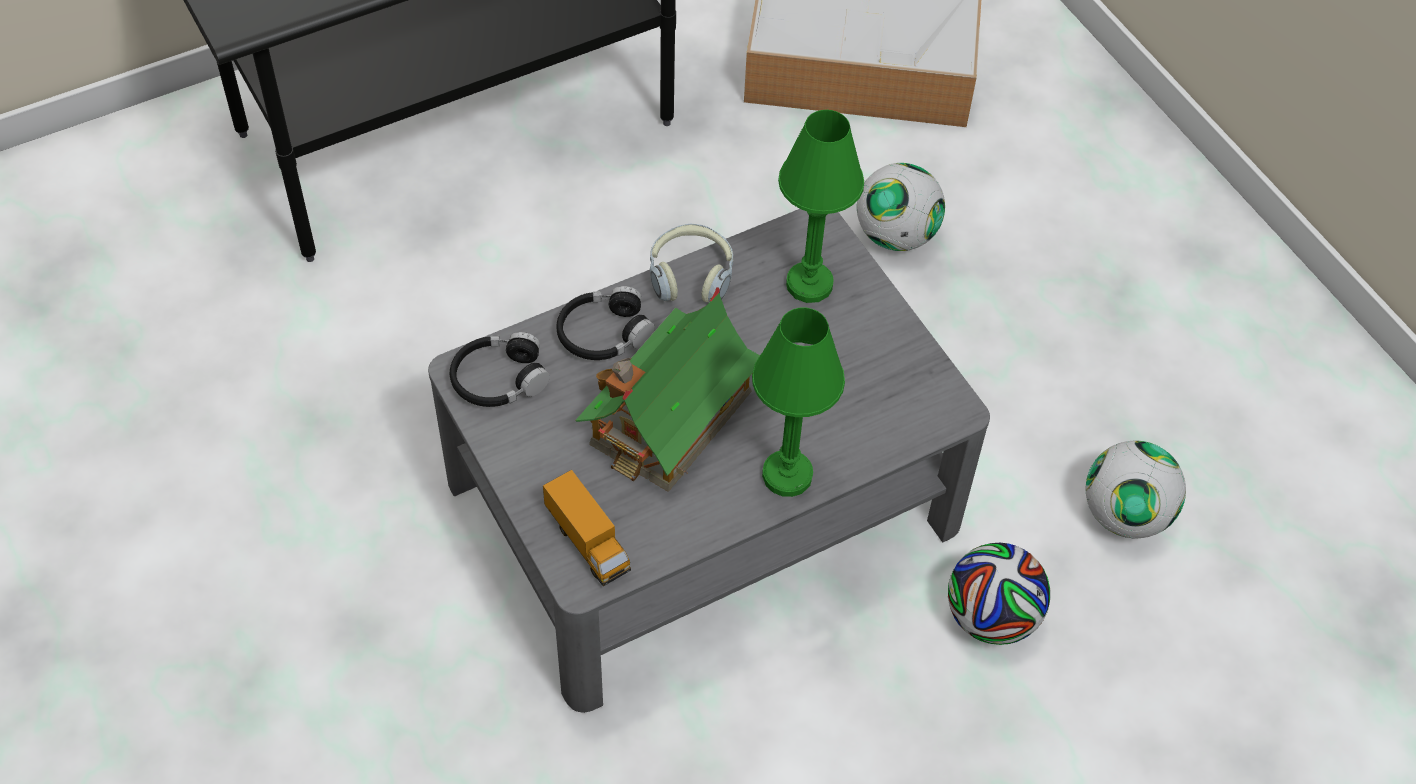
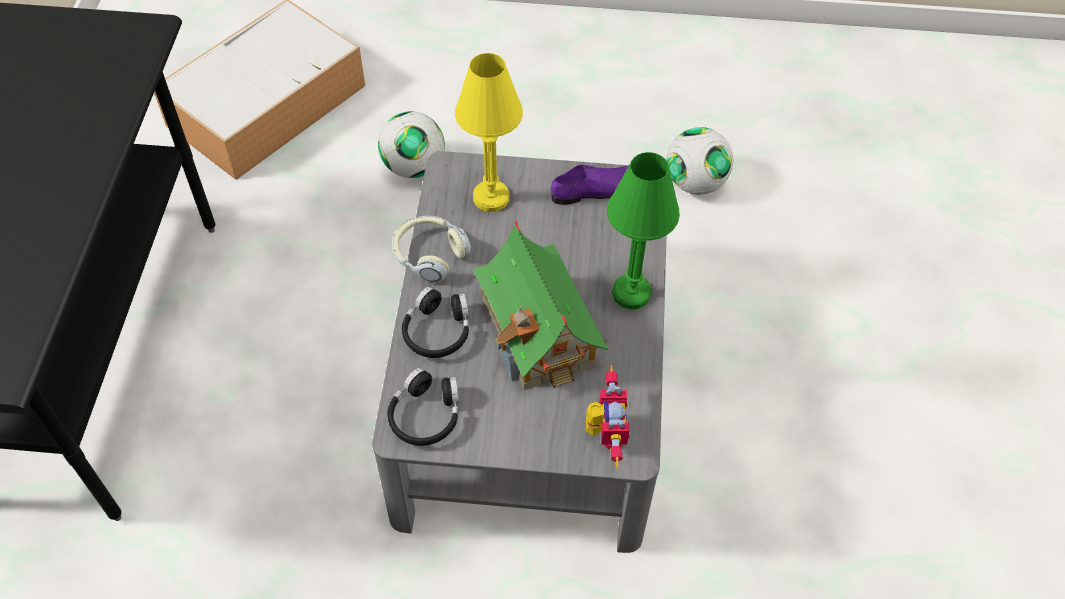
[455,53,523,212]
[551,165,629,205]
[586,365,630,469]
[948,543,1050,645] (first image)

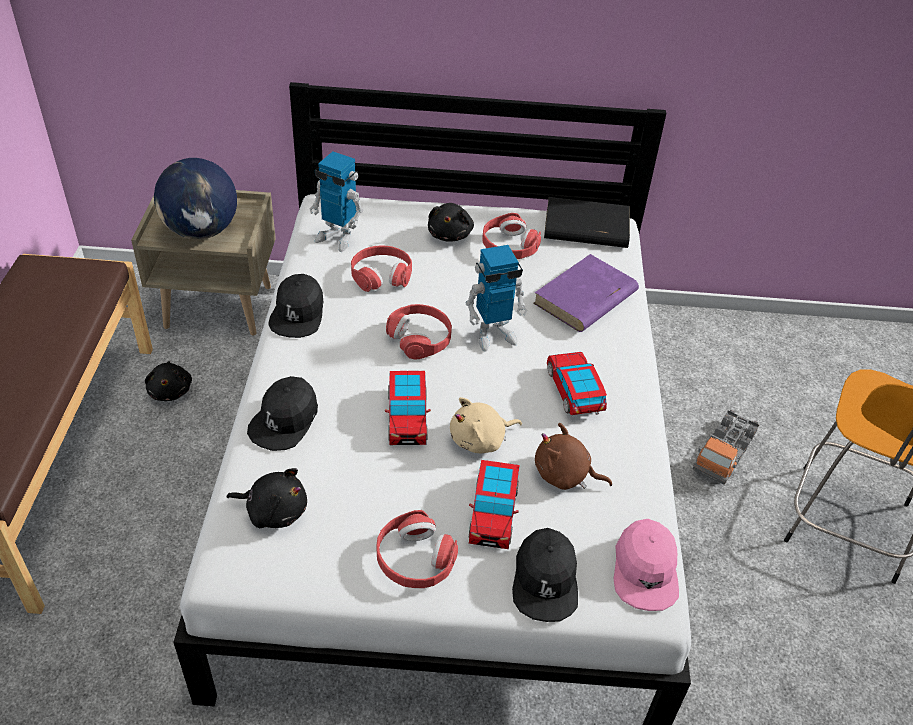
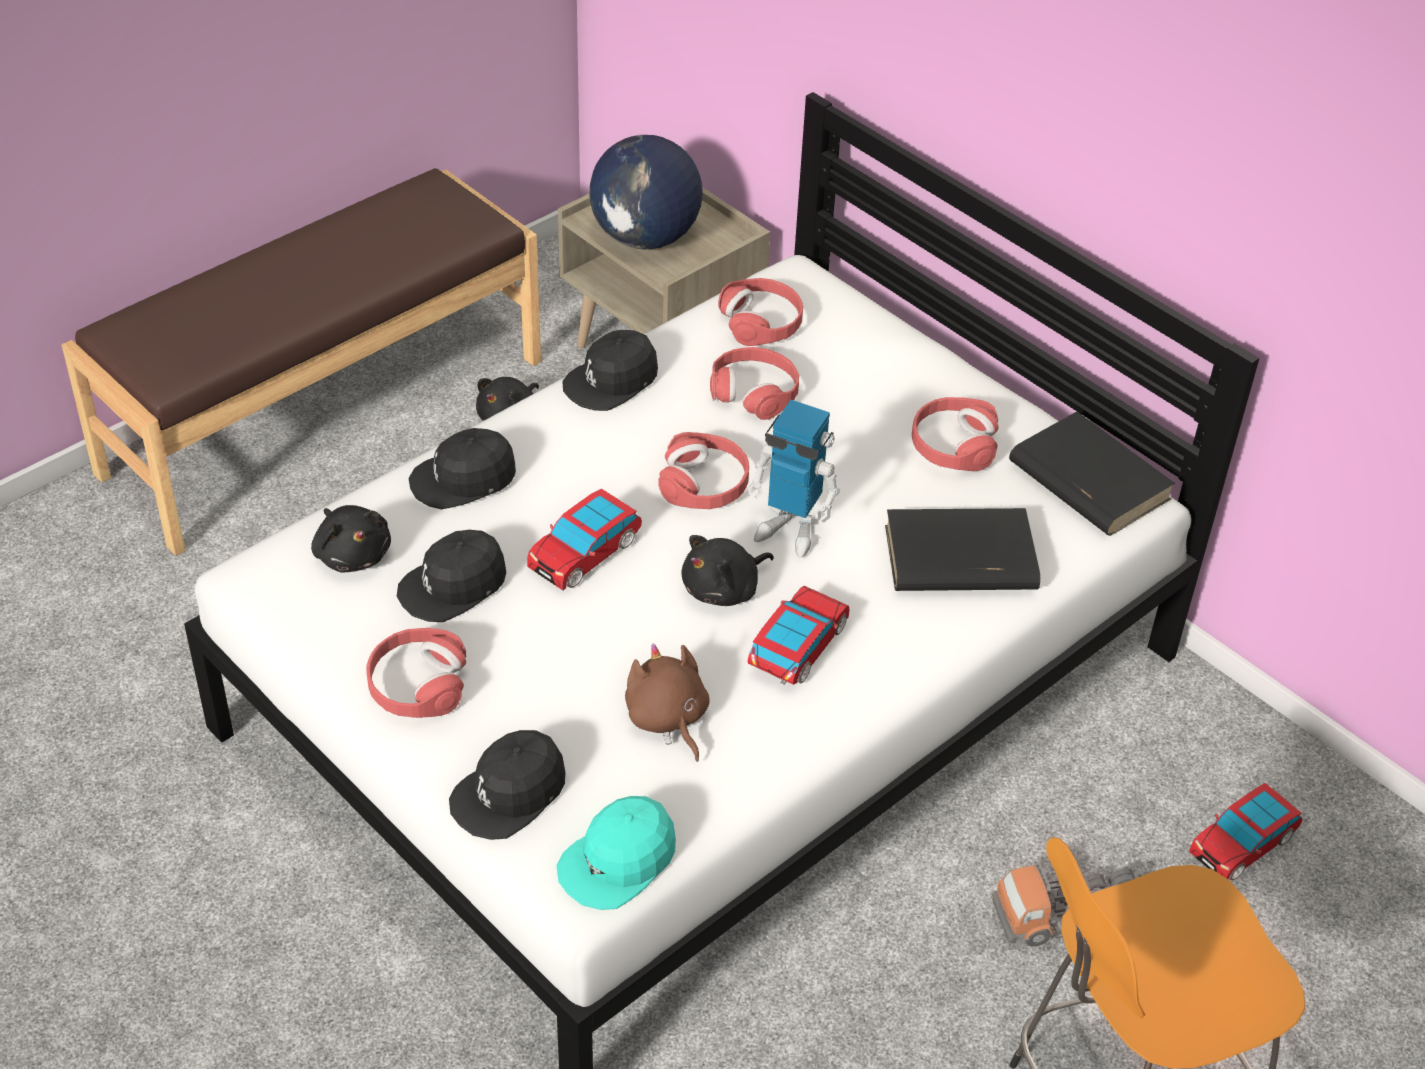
[397,530,506,622]
[557,796,676,910]
[681,535,774,606]
[718,278,803,346]
[885,508,1040,591]
[1189,783,1303,880]
[450,397,522,453] (first image)

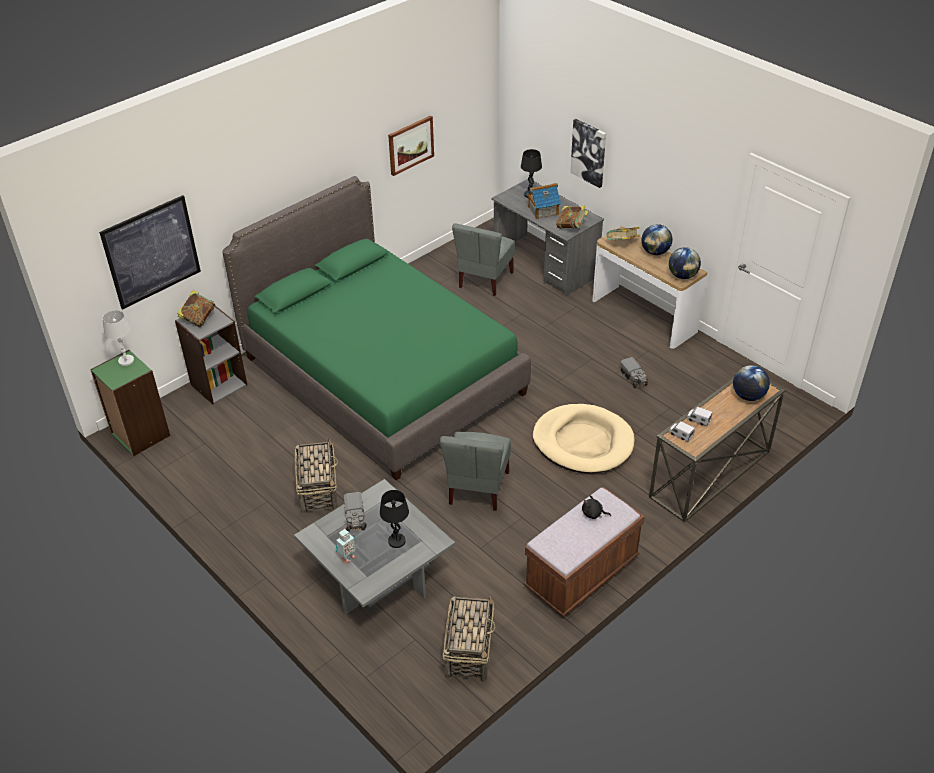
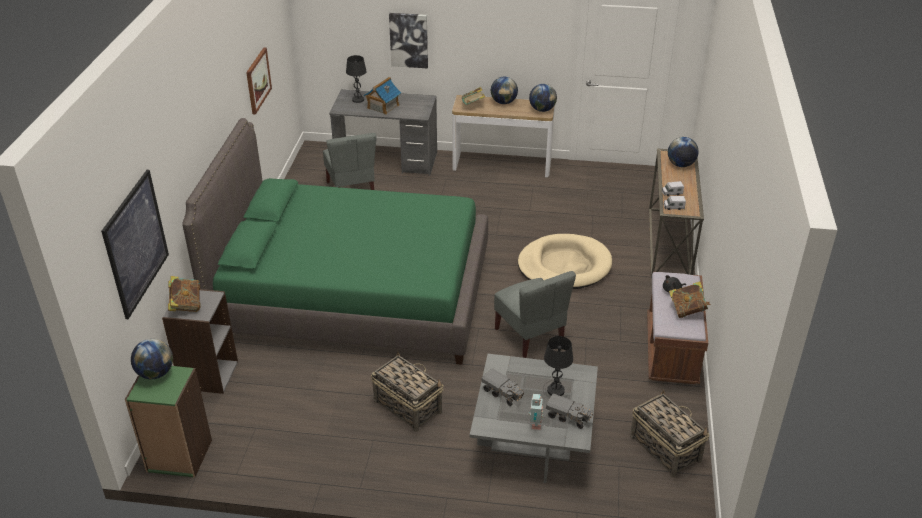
[131,339,173,379]
[546,393,594,429]
[669,281,711,318]

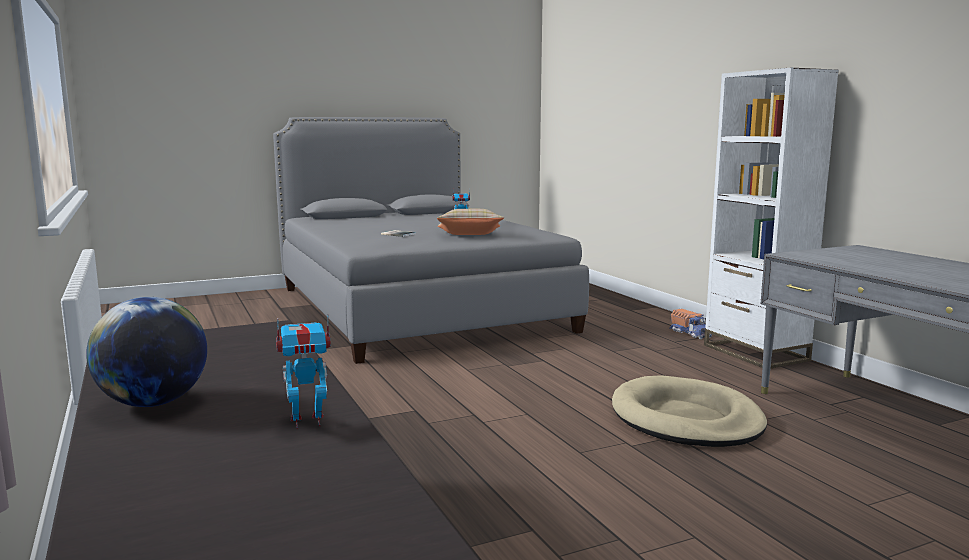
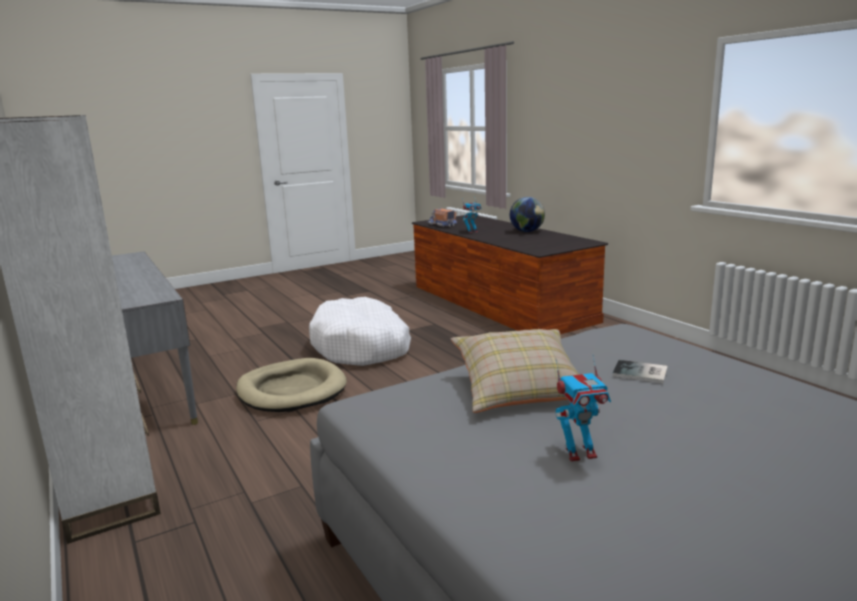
[309,297,411,366]
[428,208,457,227]

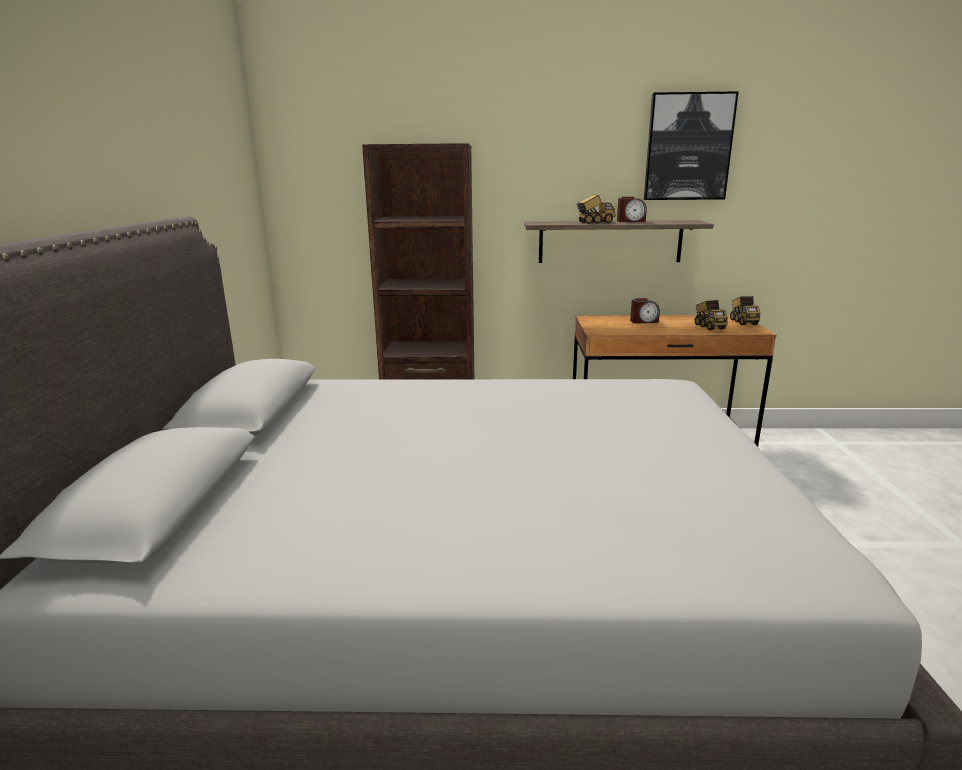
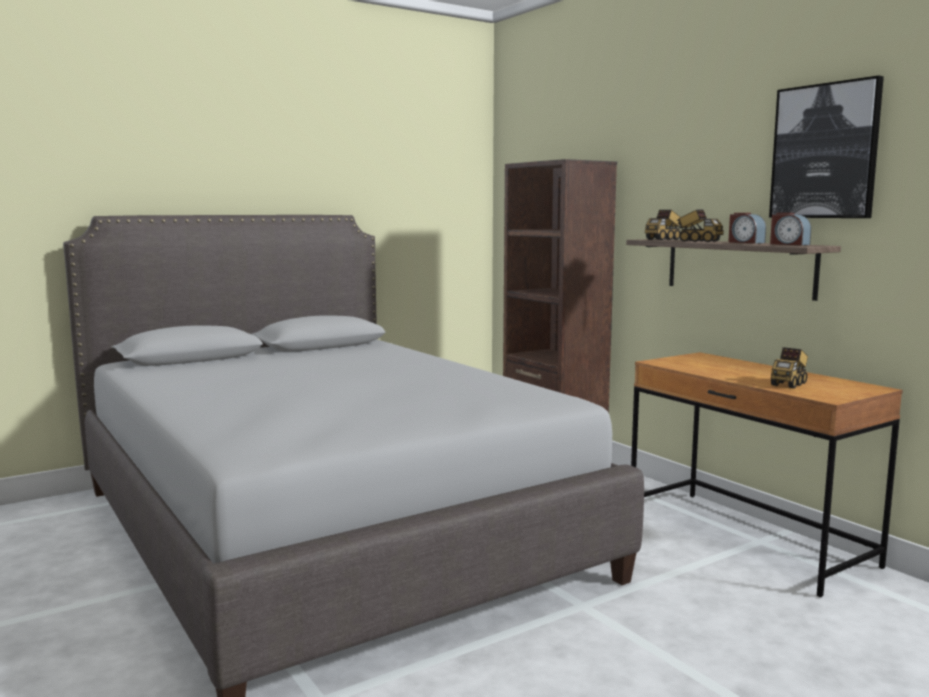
[645,210,680,240]
[770,213,811,245]

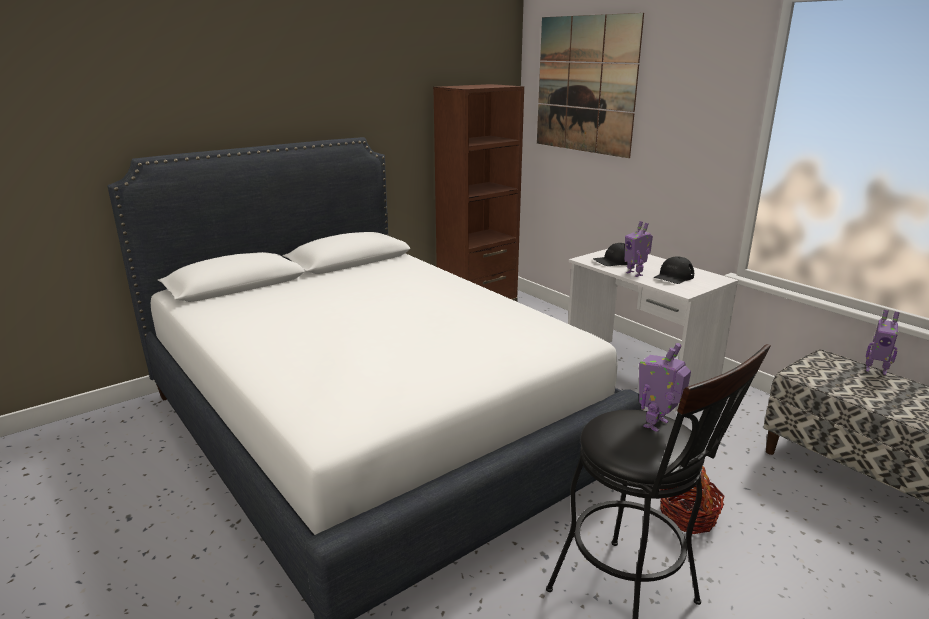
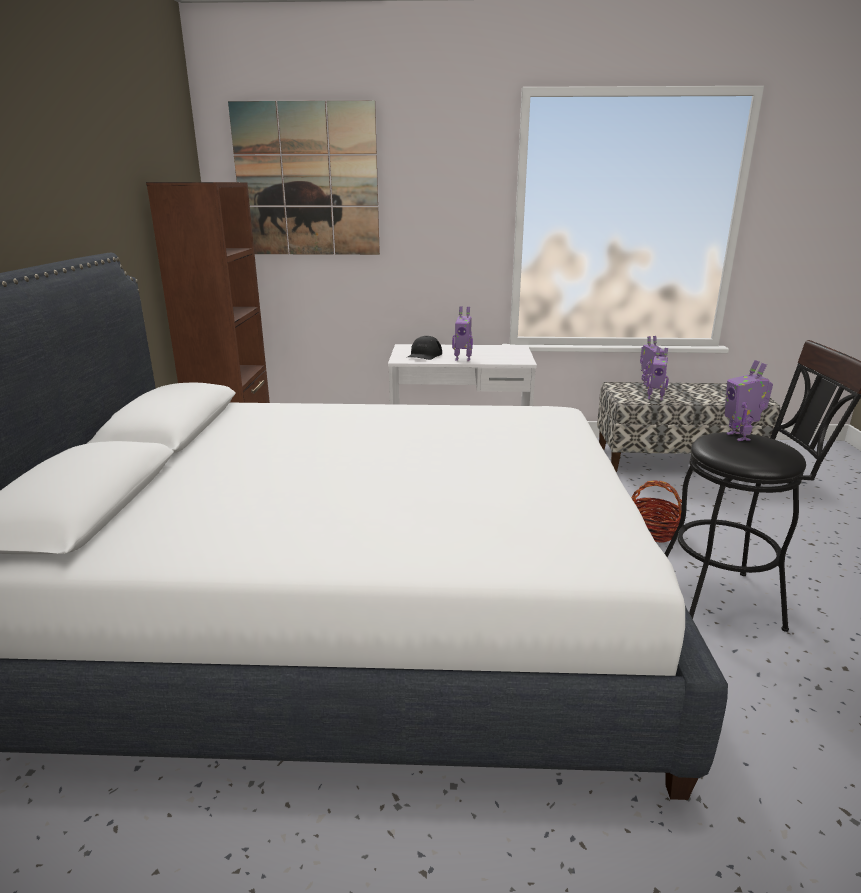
[646,347,669,400]
[653,256,694,284] (first image)

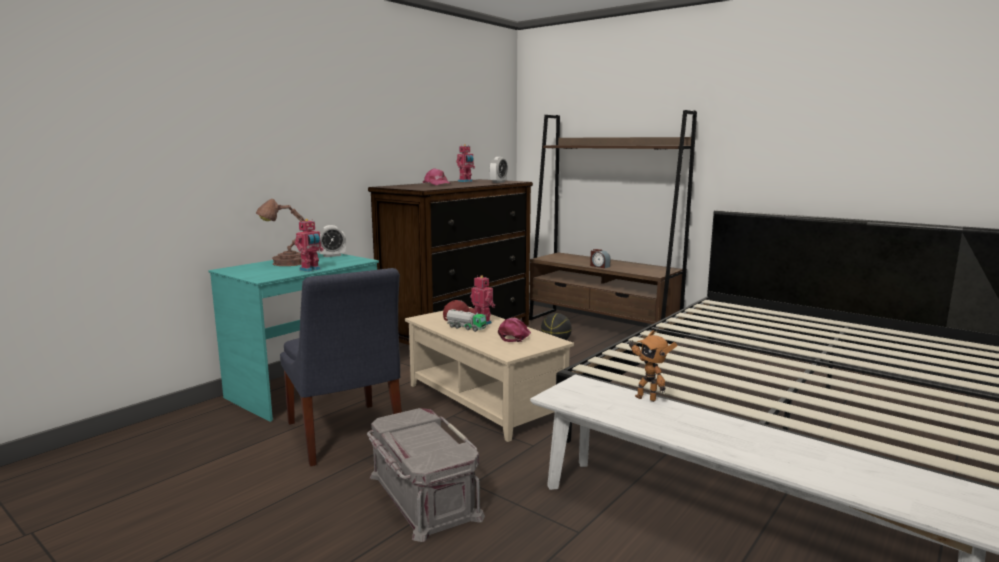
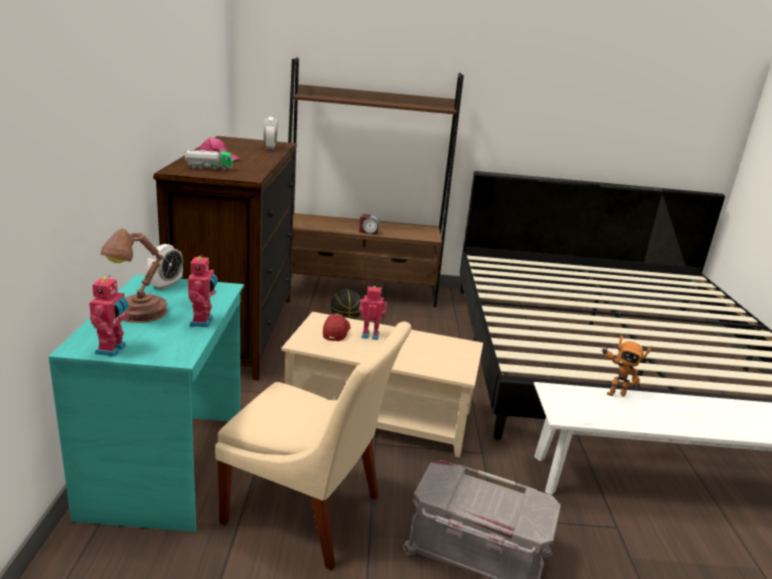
[89,275,129,357]
[185,149,233,171]
[215,322,411,570]
[498,318,531,342] (first image)

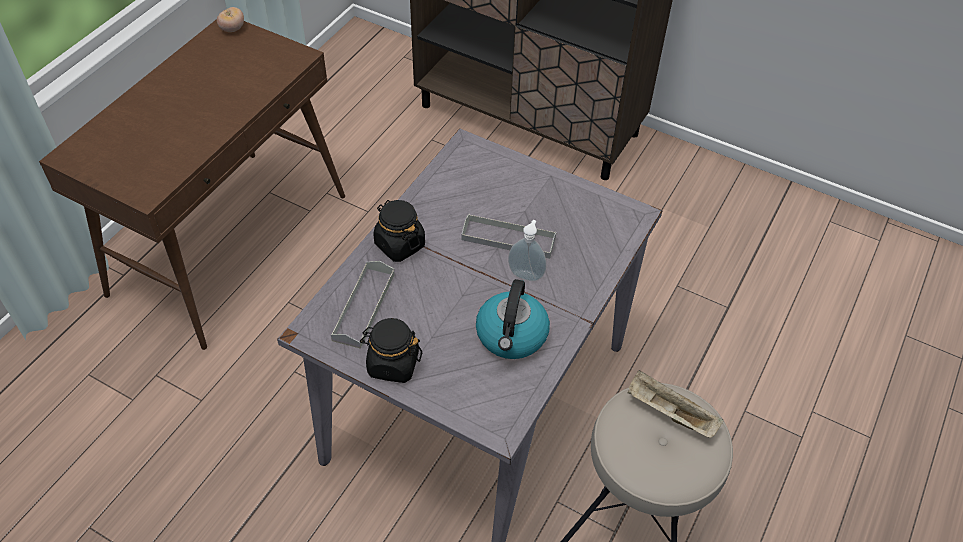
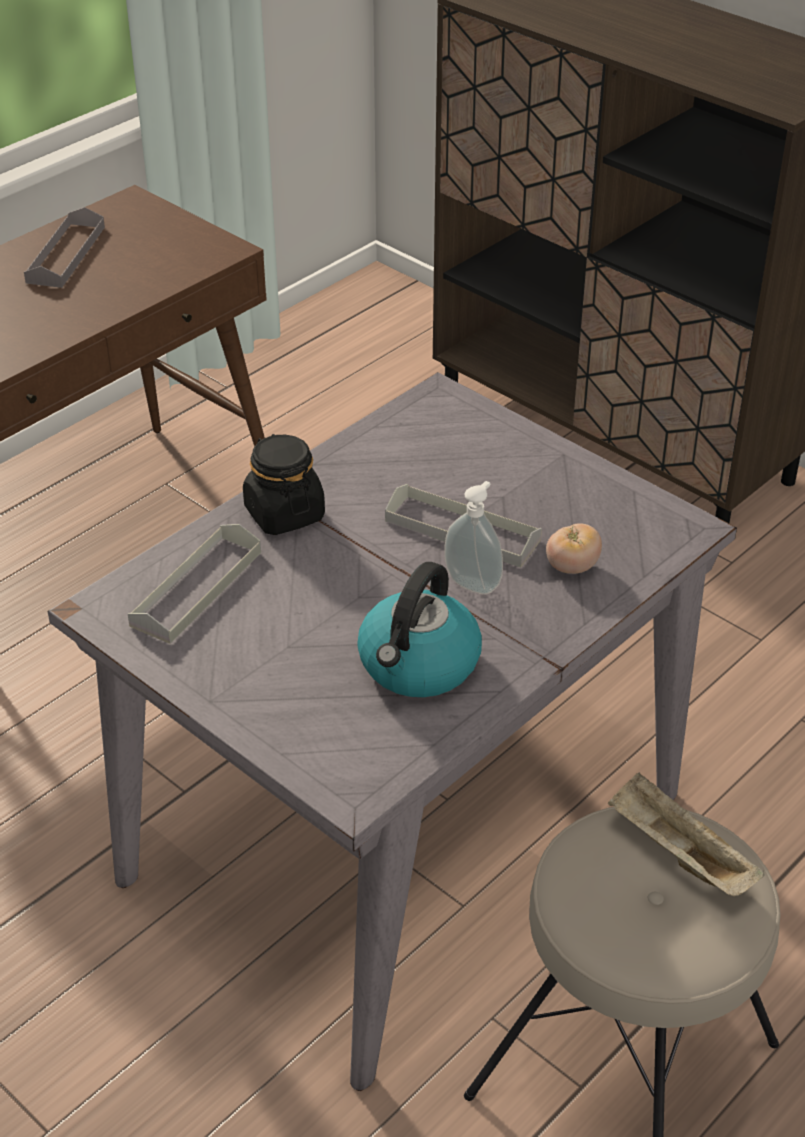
[24,207,105,288]
[546,523,602,574]
[360,318,422,383] (first image)

